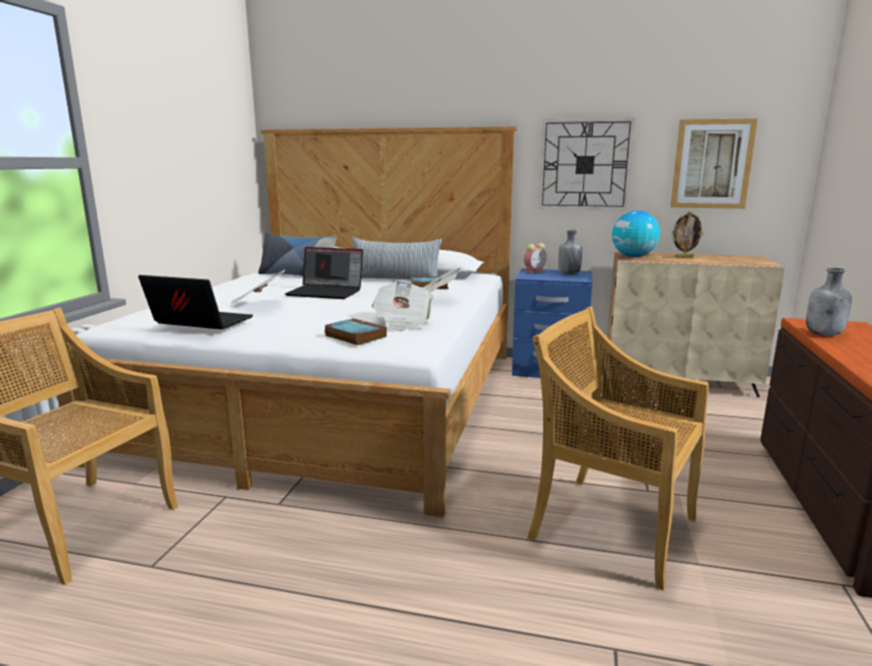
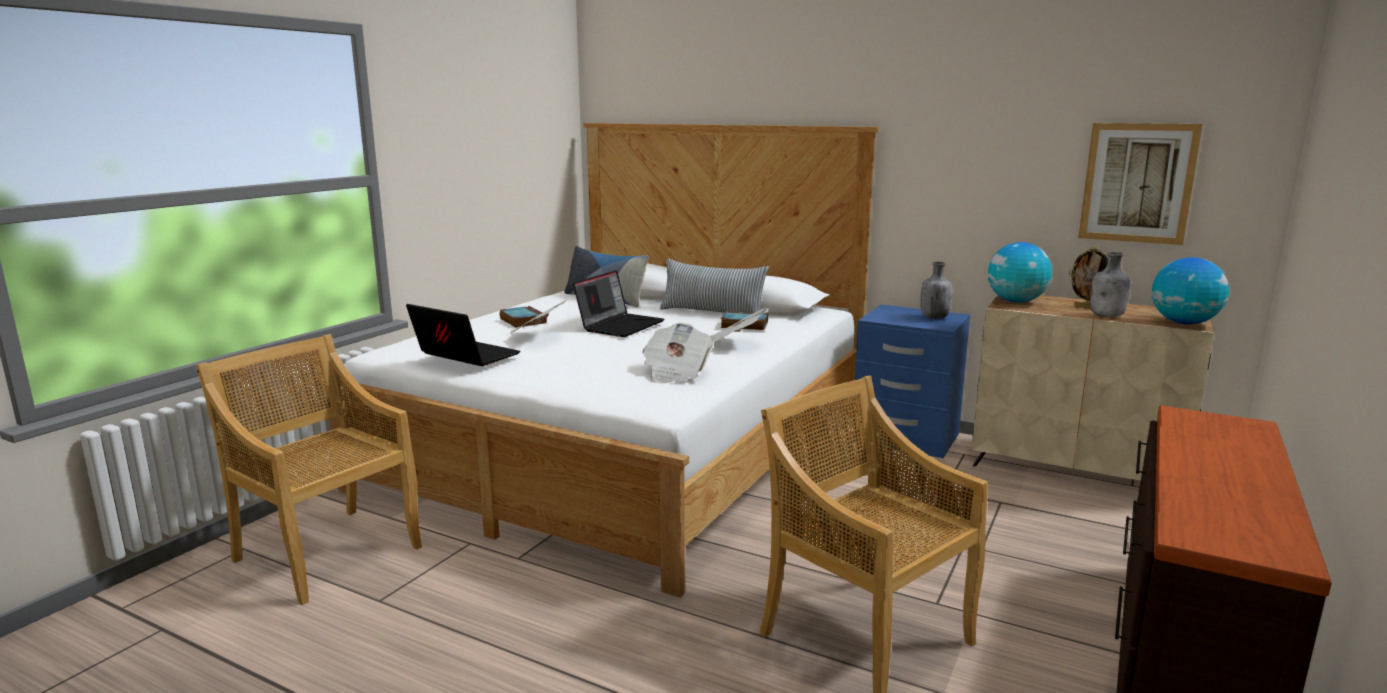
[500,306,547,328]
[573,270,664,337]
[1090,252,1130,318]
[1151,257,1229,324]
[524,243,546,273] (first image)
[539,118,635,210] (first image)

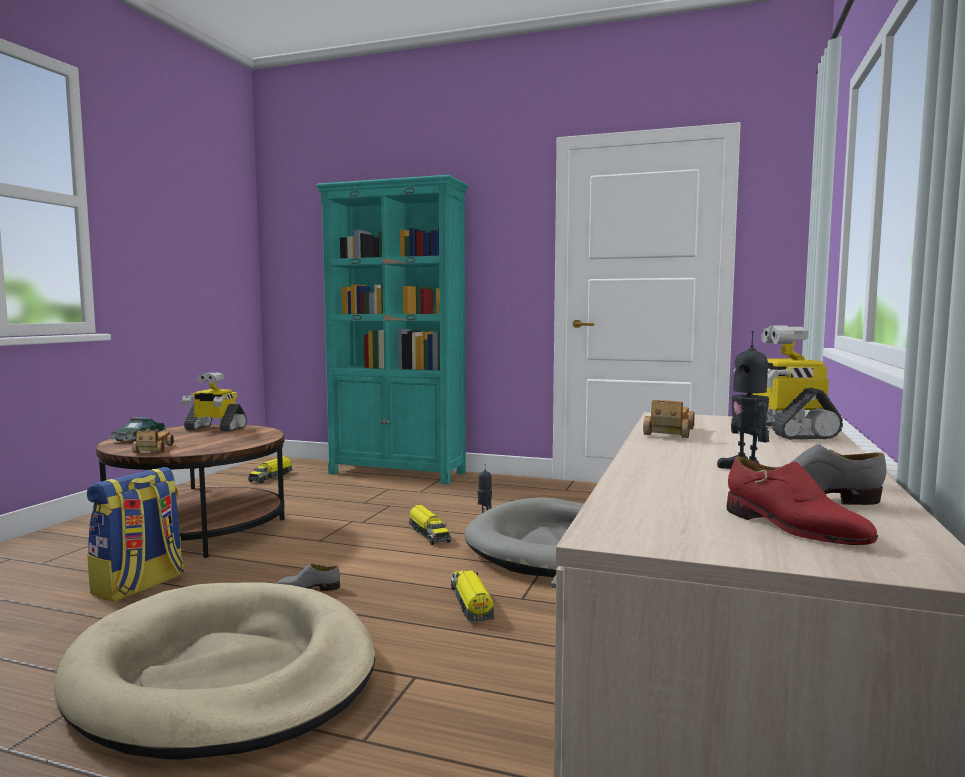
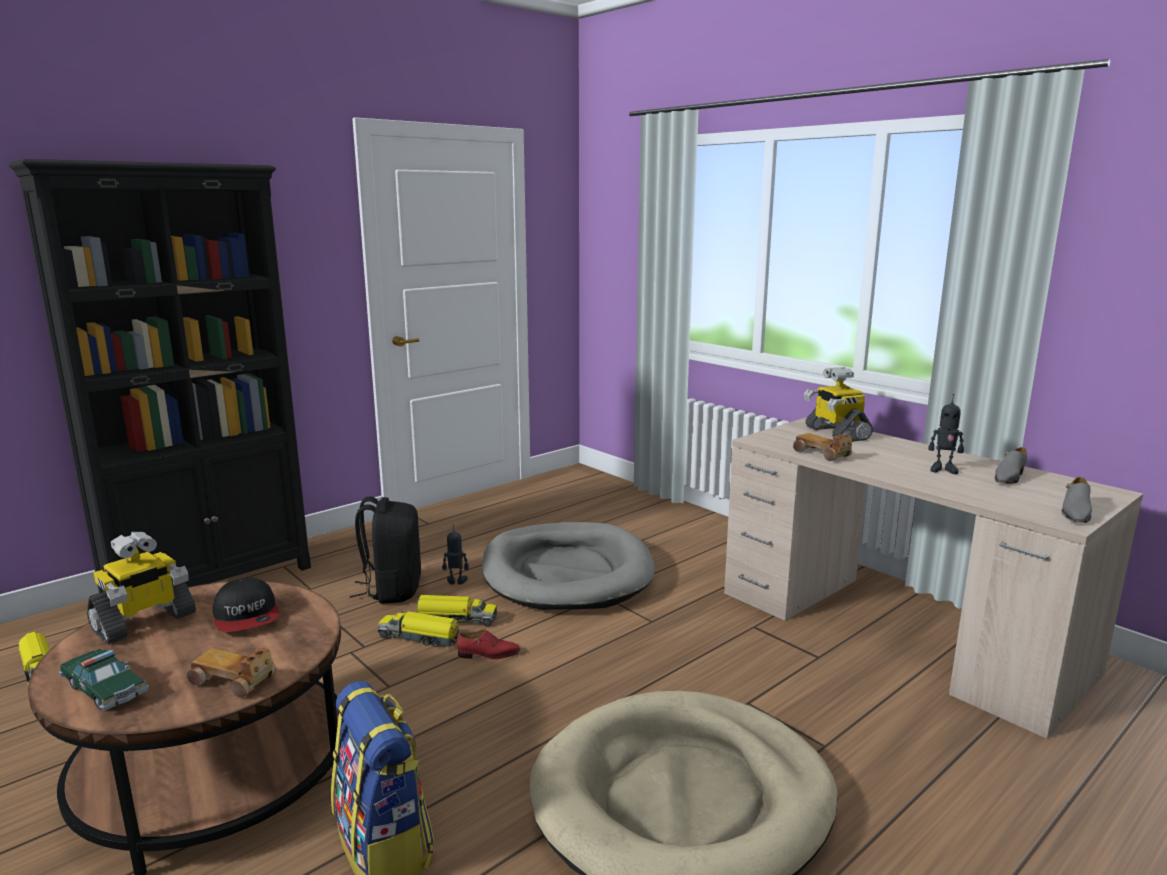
[9,159,311,593]
[213,578,279,632]
[350,496,421,604]
[378,611,459,647]
[457,630,520,659]
[804,367,873,442]
[1061,477,1092,523]

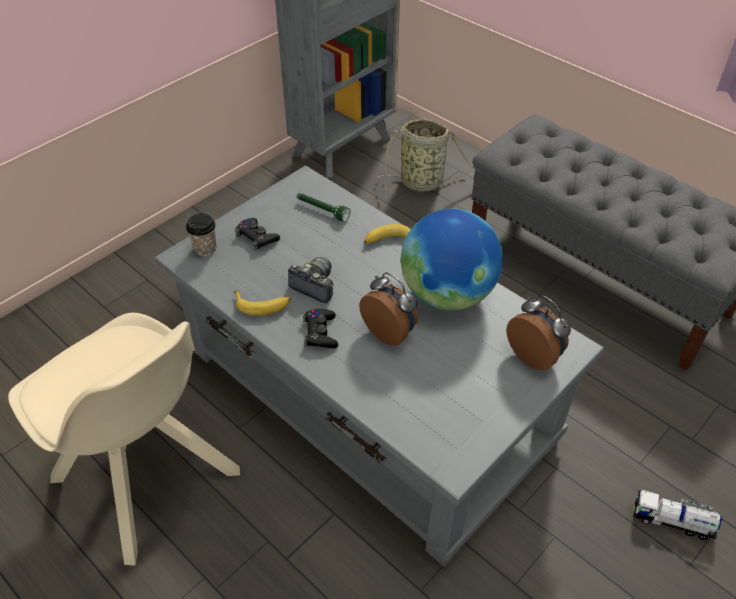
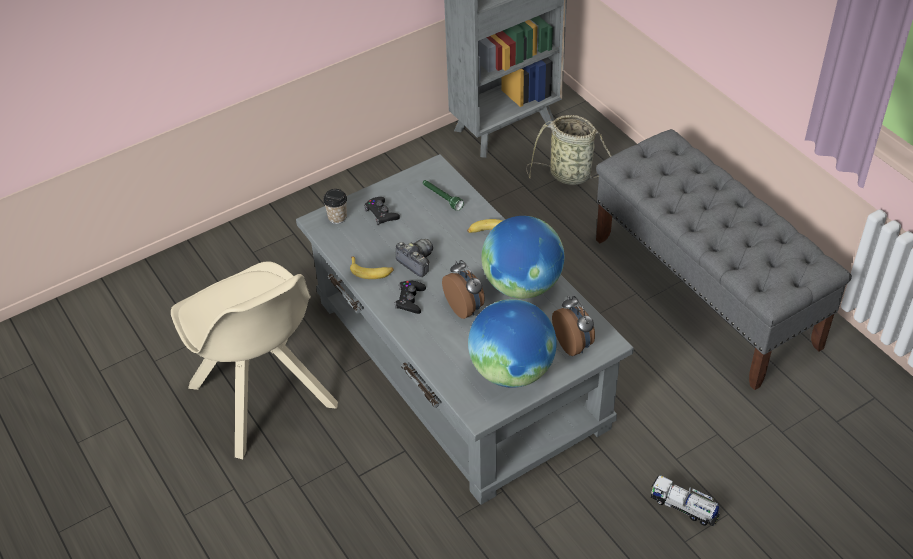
[468,299,557,388]

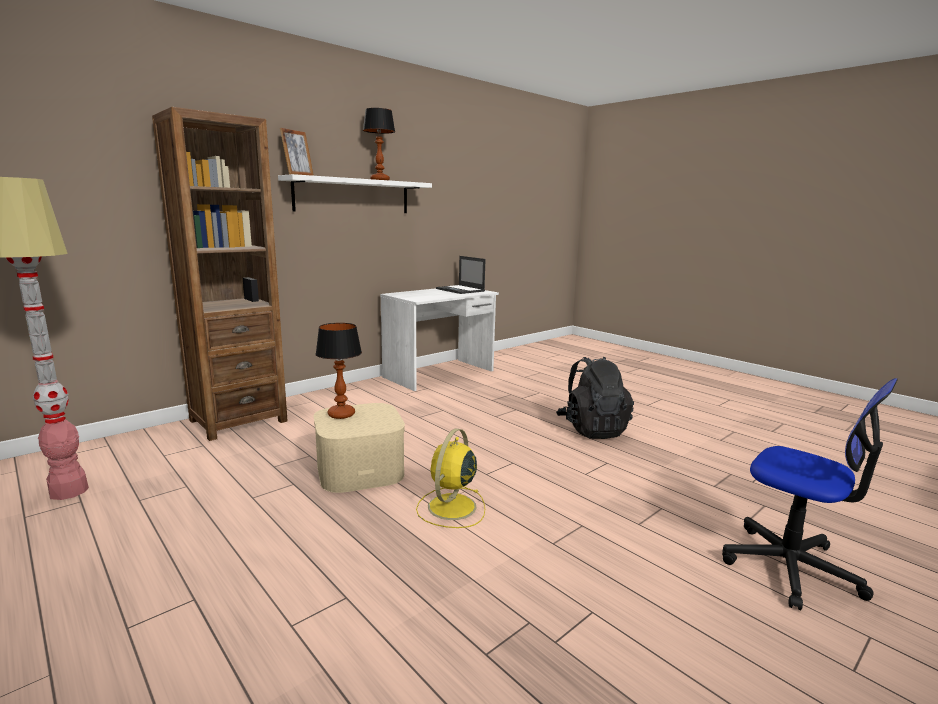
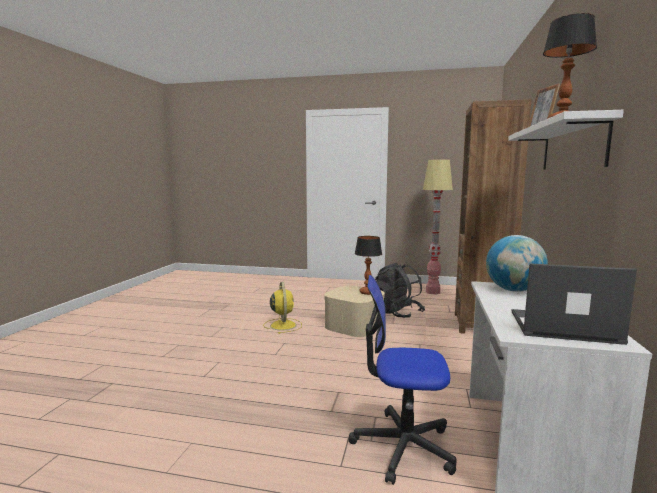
[348,275,457,485]
[375,263,425,318]
[486,235,548,292]

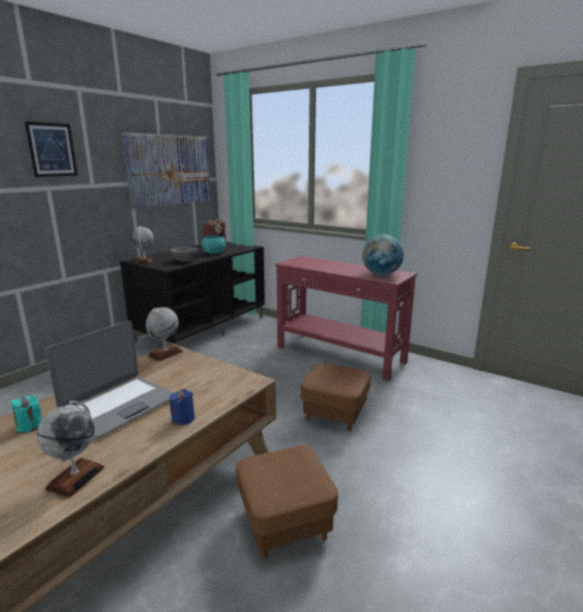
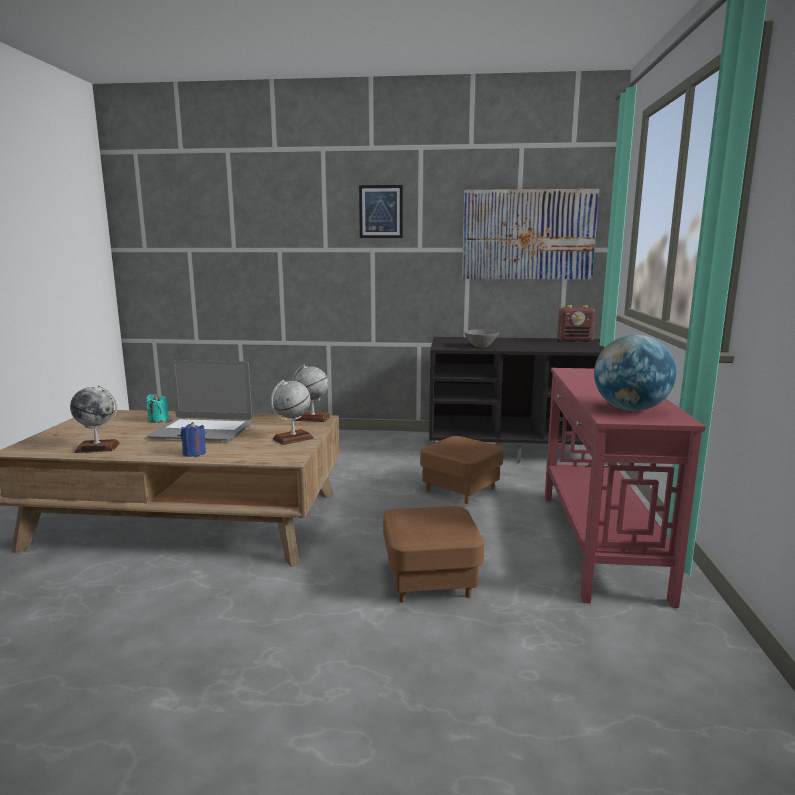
[271,380,314,445]
[420,436,504,504]
[202,236,226,254] (first image)

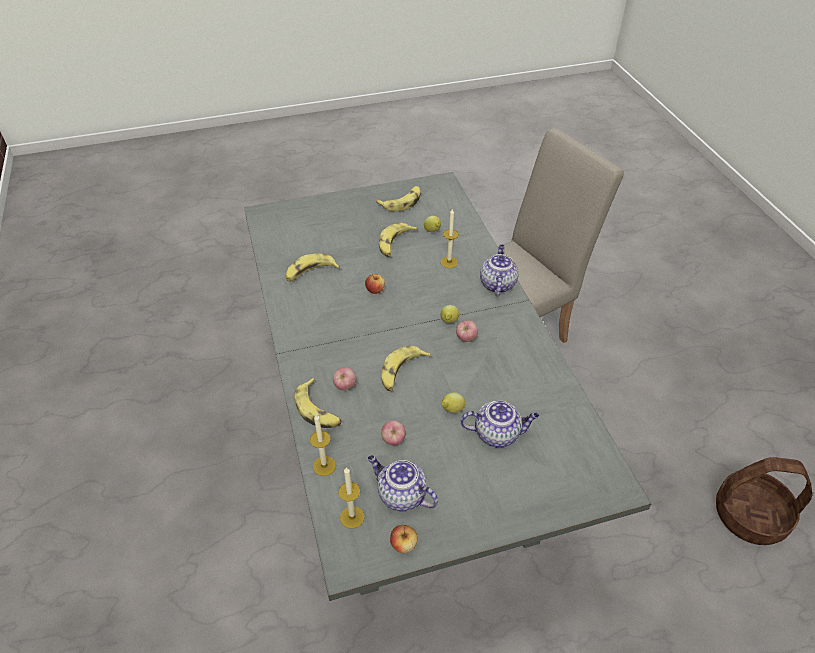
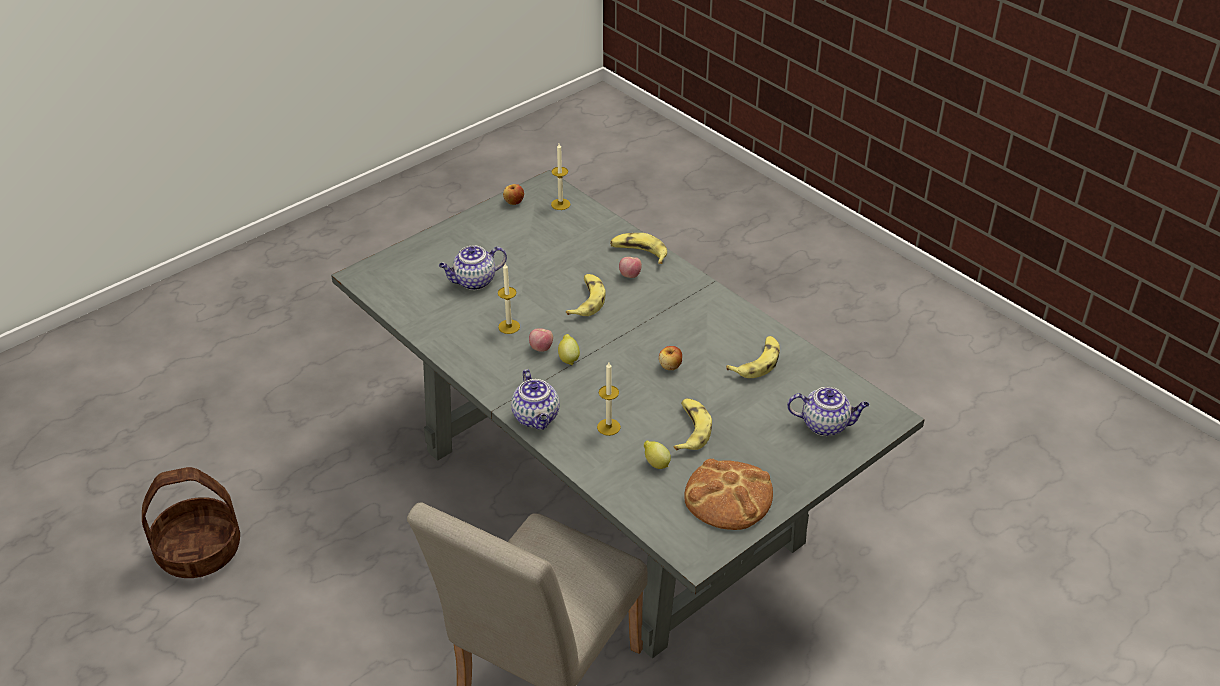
[498,263,520,334]
[684,458,773,530]
[787,387,869,436]
[381,420,406,446] (first image)
[441,392,465,413] (first image)

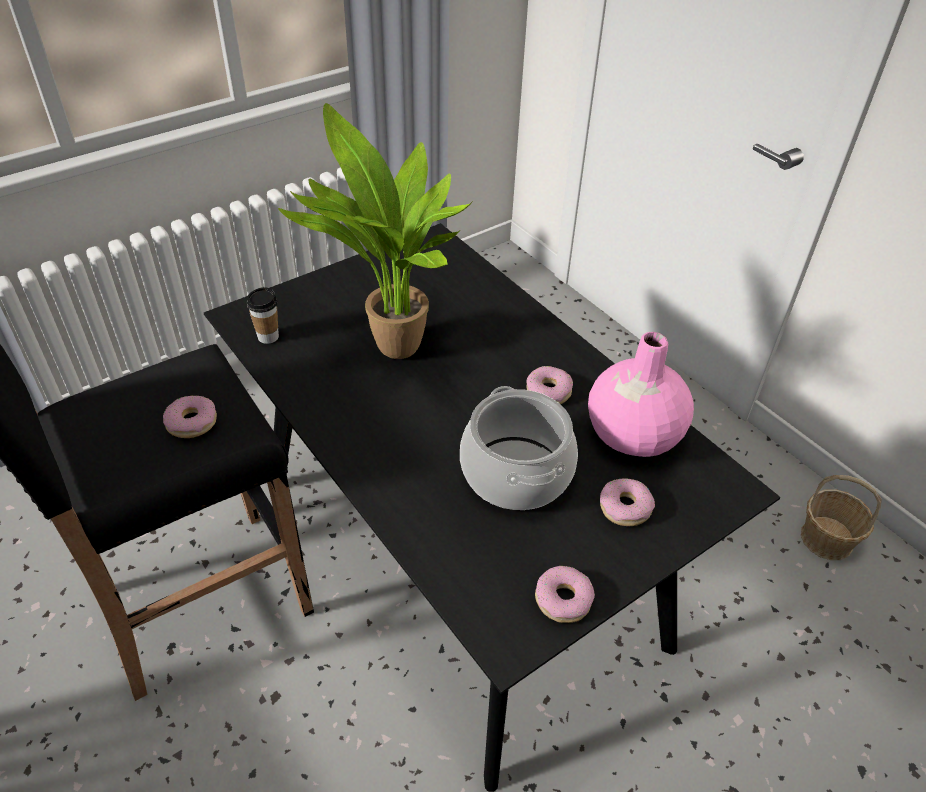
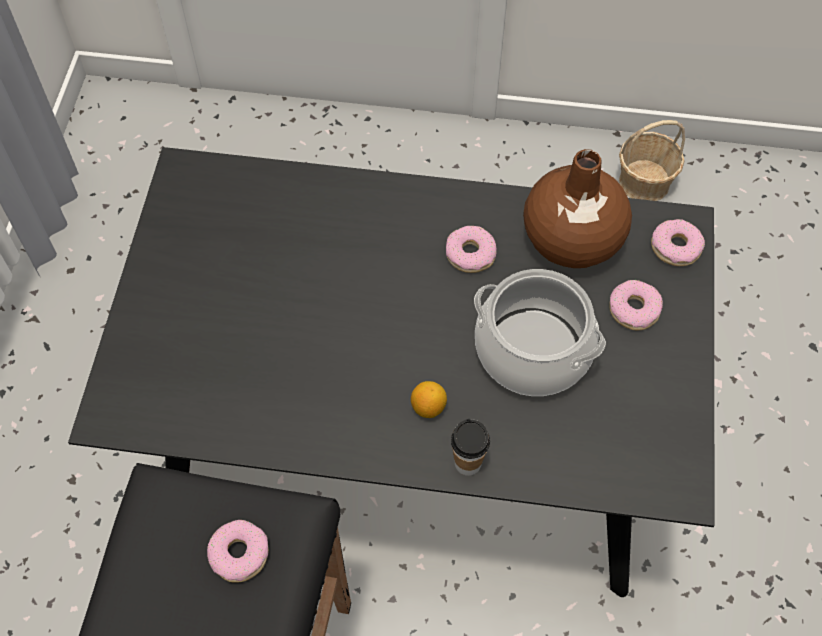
[411,381,447,418]
[451,419,490,476]
[523,149,632,268]
[651,219,705,266]
[278,103,473,359] (first image)

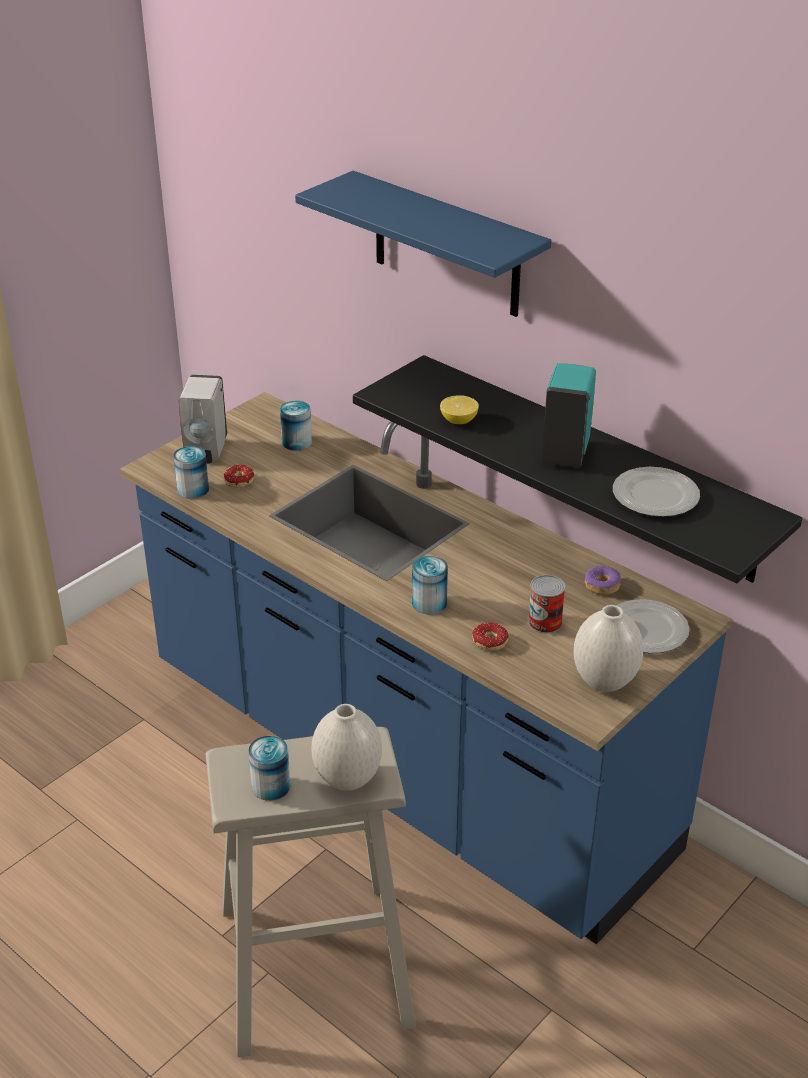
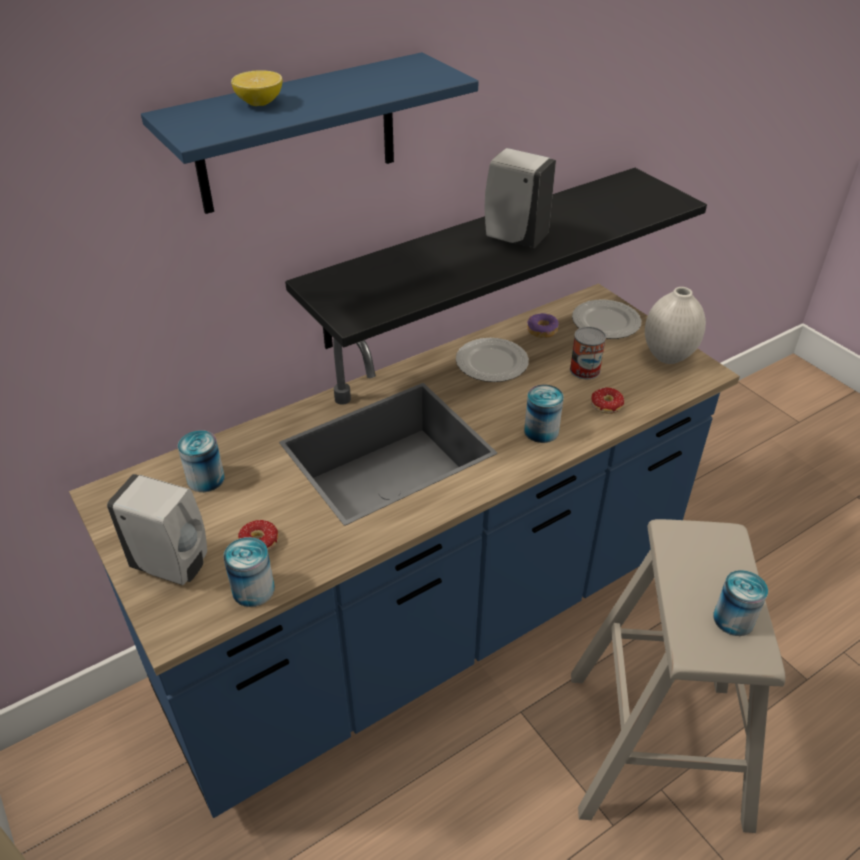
[231,70,282,106]
[456,338,529,382]
[484,148,556,248]
[311,704,382,791] (first image)

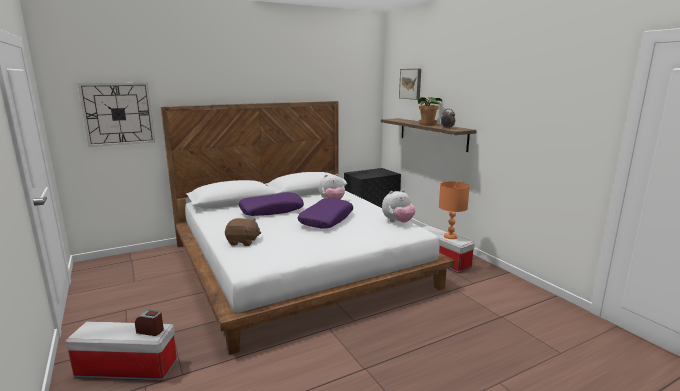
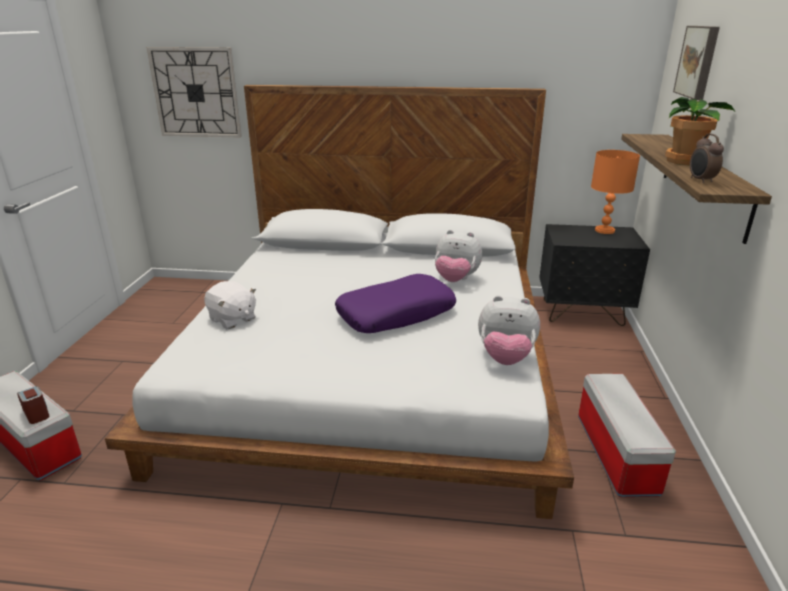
[204,281,256,329]
[591,150,640,234]
[239,192,304,216] (first image)

